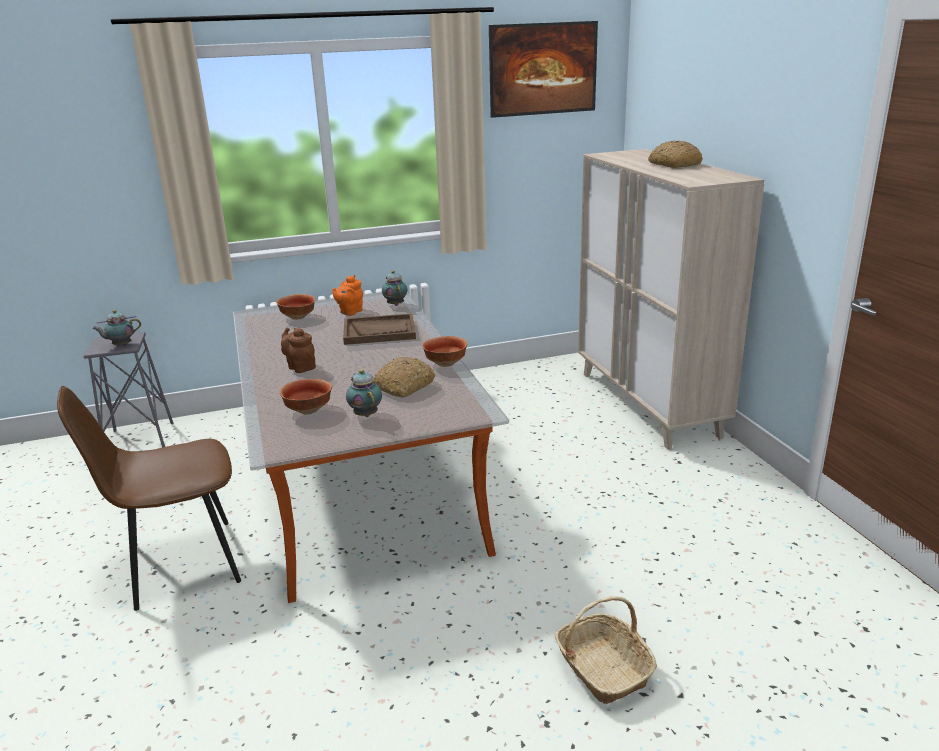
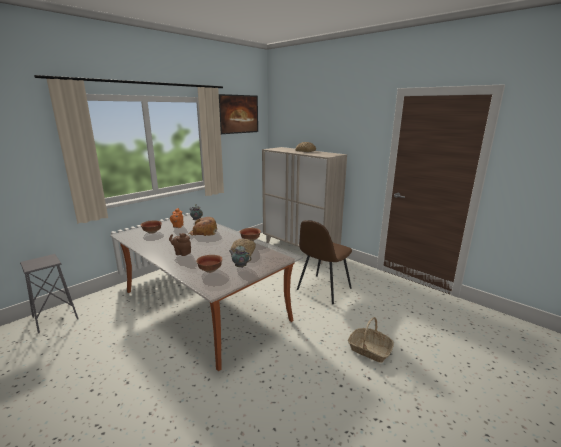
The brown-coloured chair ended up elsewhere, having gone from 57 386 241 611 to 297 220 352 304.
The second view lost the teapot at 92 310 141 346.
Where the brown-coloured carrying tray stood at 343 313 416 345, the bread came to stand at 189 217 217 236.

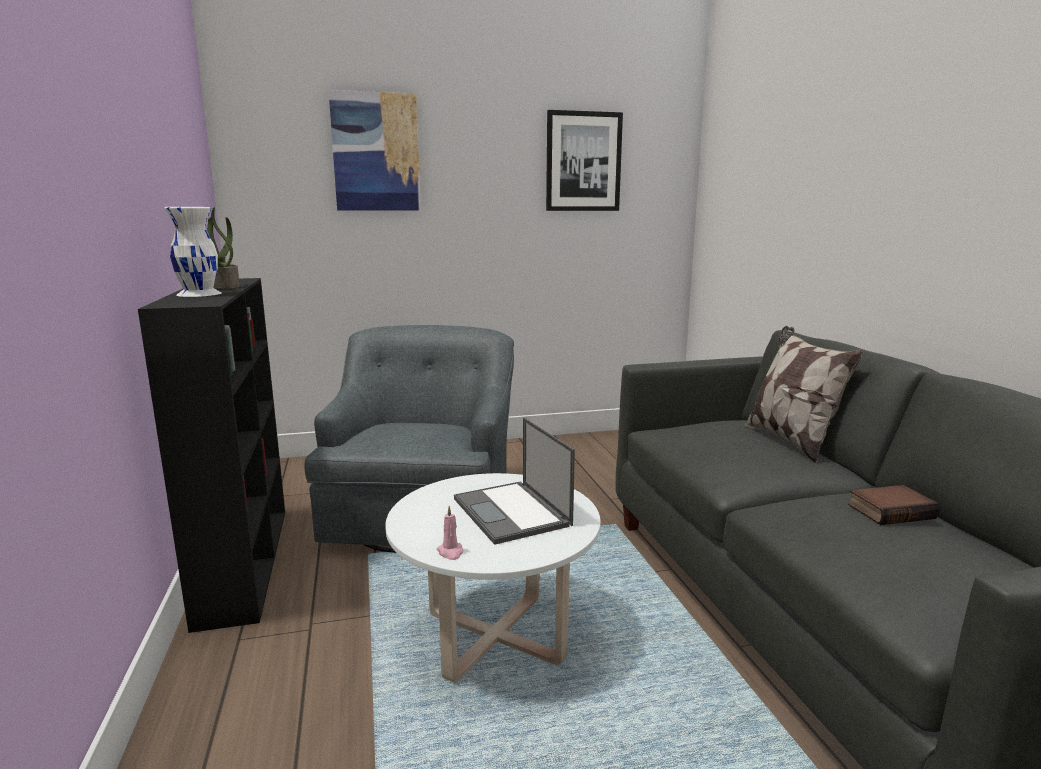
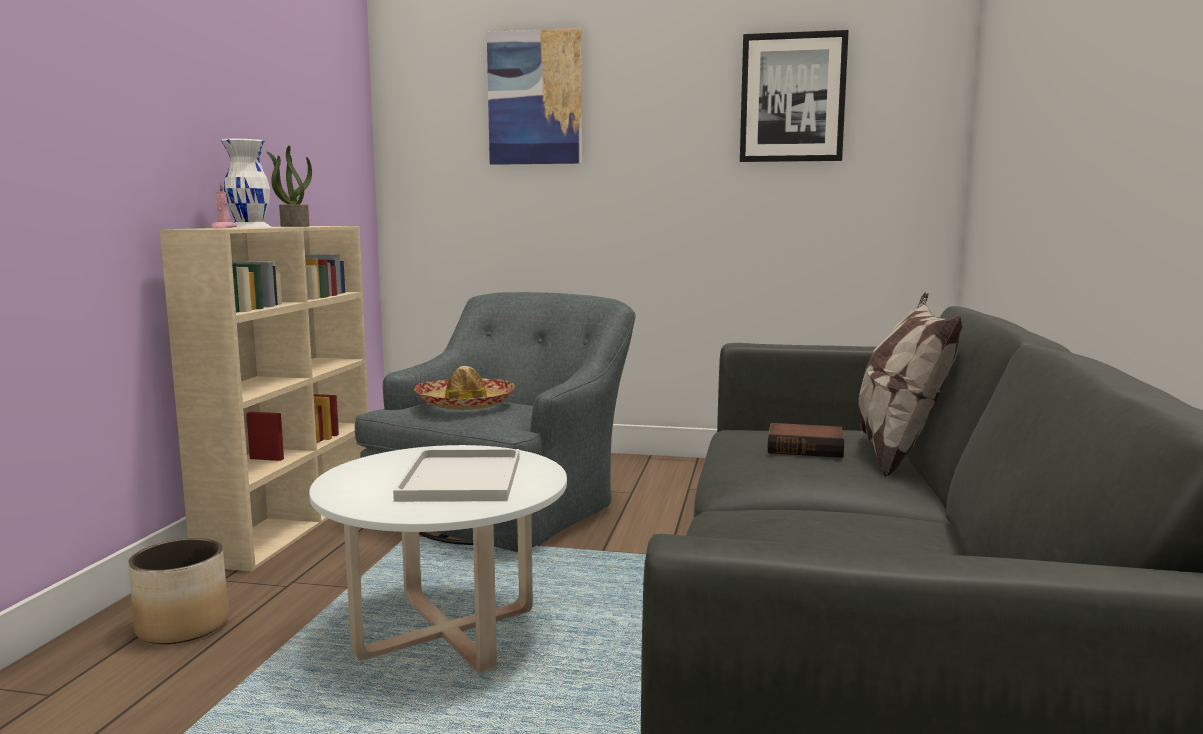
What was the blackish bookshelf at 138 278 285 633 turned into the sand-coloured bookshelf at 160 226 369 571.
The pink wax candle ended up elsewhere, having gone from 437 506 463 560 to 211 182 237 228.
Where the portable computer stood at 454 418 575 545, the white carrying tray came to stand at 393 449 519 502.
The bound book ended up elsewhere, having gone from 848 485 940 525 to 768 423 844 458.
The second view gained the planter at 128 538 229 644.
The second view gained the hat at 414 366 515 410.

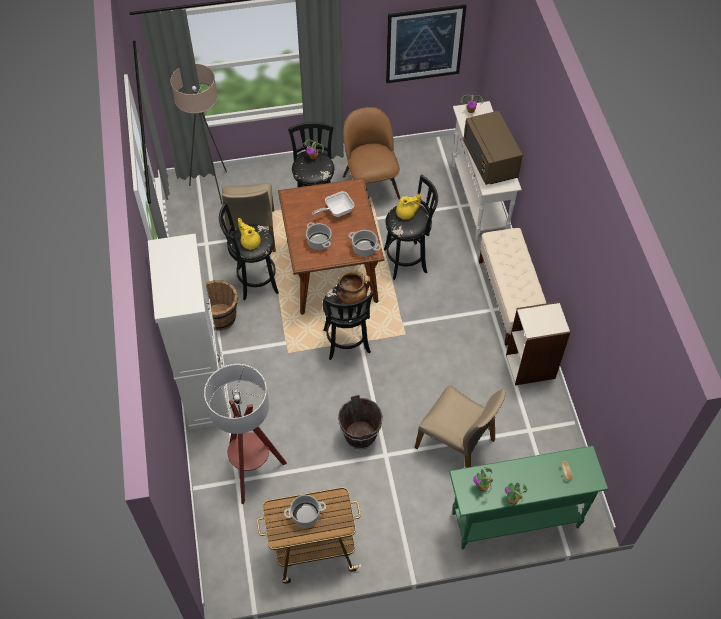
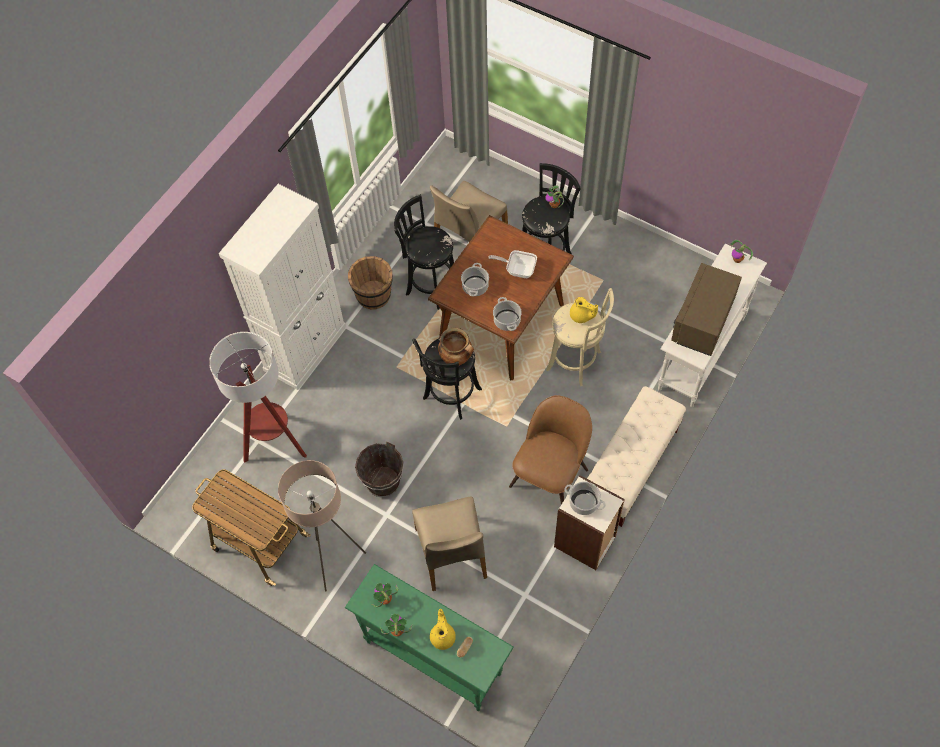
The sand-coloured floor lamp ended up elsewhere, having gone from 170 64 227 204 to 278 460 366 591.
The yellow teapot ended up elsewhere, having gone from 238 218 261 249 to 430 609 456 650.
The cooking pot ended up elsewhere, having gone from 284 495 326 527 to 564 482 606 515.
The brown-coloured chair ended up elsewhere, having gone from 343 107 400 199 to 509 395 592 505.
What was the blackish stool seat at 383 175 438 280 turned into the sand-coloured stool seat at 546 288 614 387.
The second view lost the picture at 386 4 467 83.

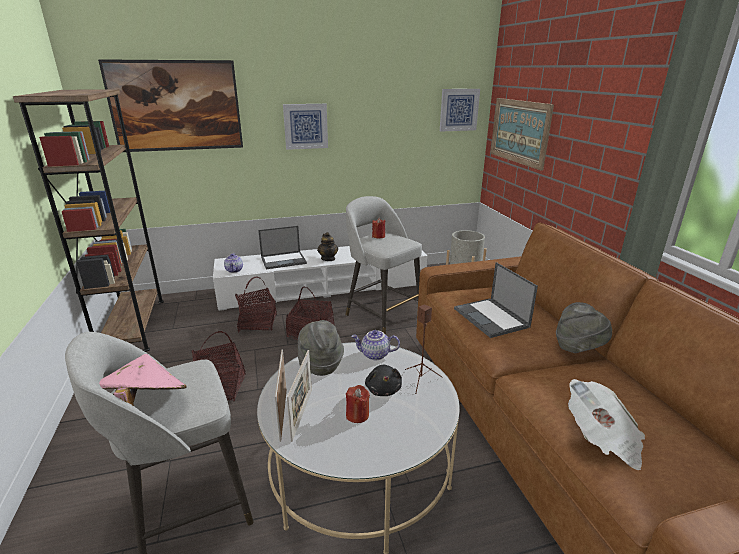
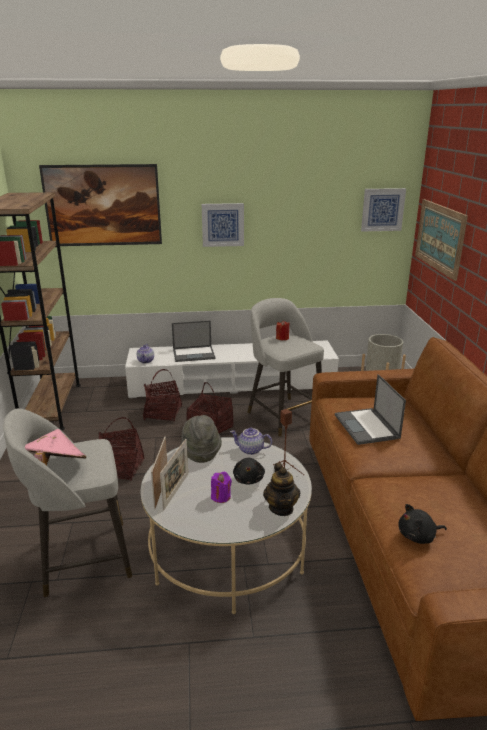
The teapot ended up elsewhere, having gone from 317 232 338 261 to 263 463 300 516.
What was the red-coloured wax candle at 346 385 370 423 turned into the purple-coloured wax candle at 211 472 232 503.
The second view lost the gray hat at 556 302 612 353.
Where the daily paper stood at 568 379 645 470, the blackish plush toy came to stand at 398 504 447 544.

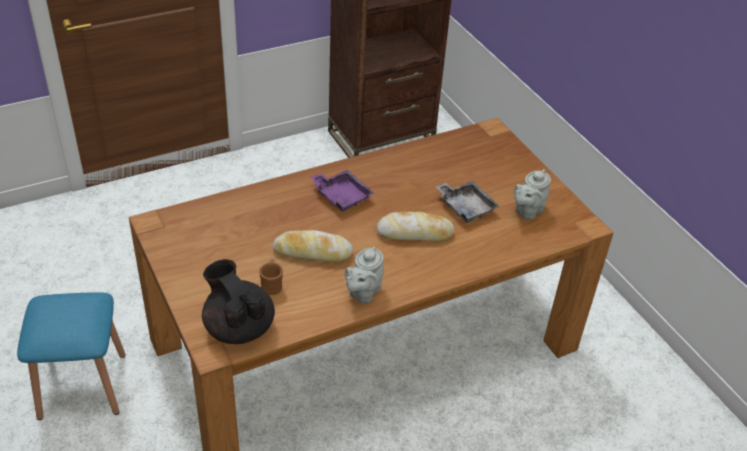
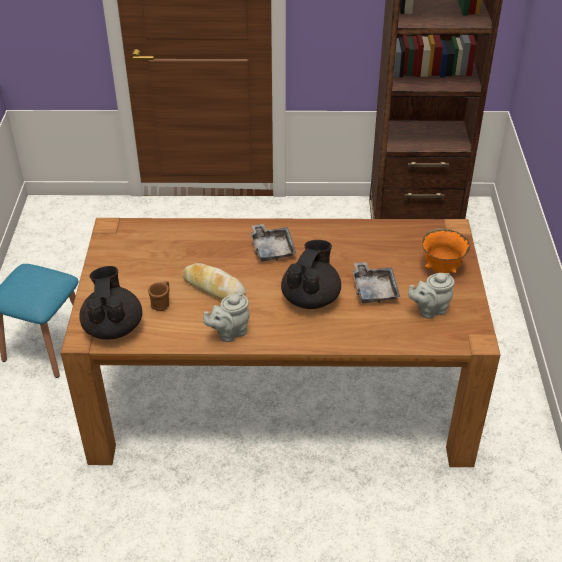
What was the purple-coloured carrying tray at 310 170 374 212 turned into the gray carrying tray at 250 224 296 262.
Where the bread stood at 377 212 454 241, the blackish teapot came to stand at 281 240 341 309.
The second view gained the orangey bowl at 422 228 470 273.

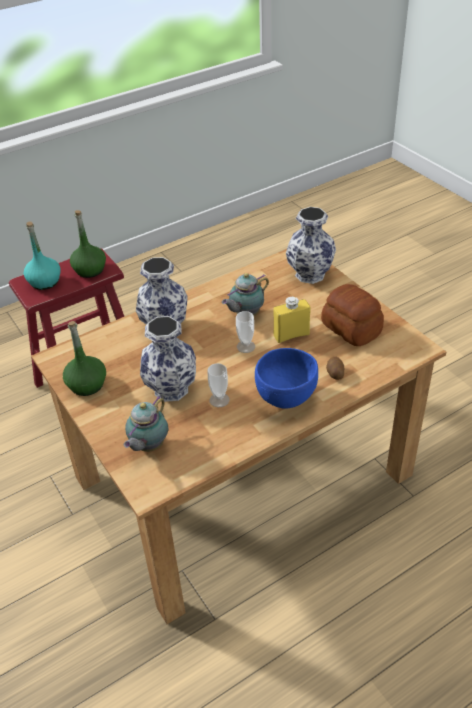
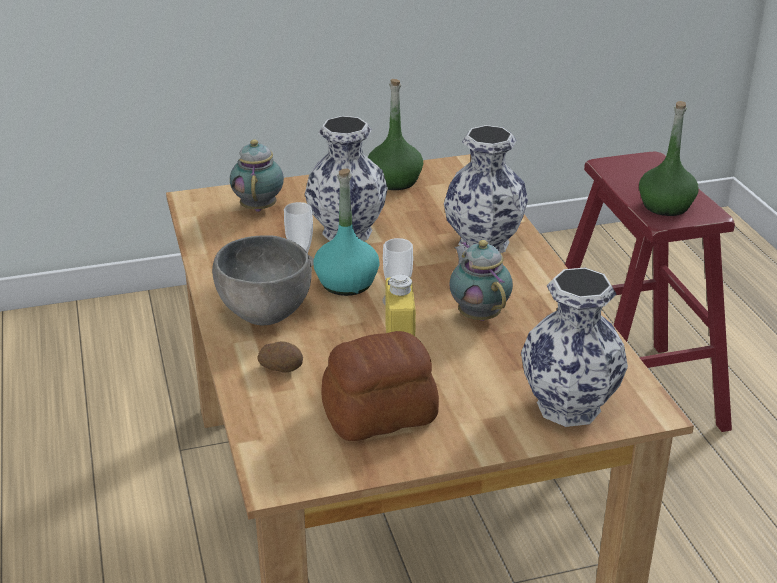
The turquoise-coloured drink bottle ended up elsewhere, having gone from 24 221 61 290 to 313 169 380 296.
The teapot at 124 396 168 452 ended up facing another way, 45 degrees clockwise from before.
What was the bluish bowl at 255 348 318 408 turned into the gray bowl at 212 235 312 325.

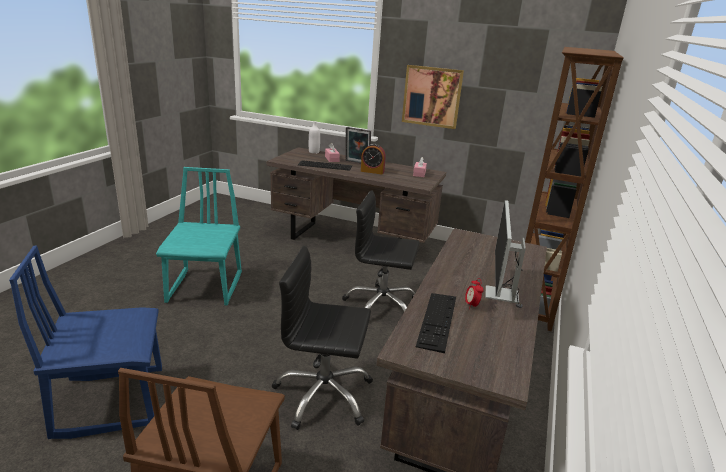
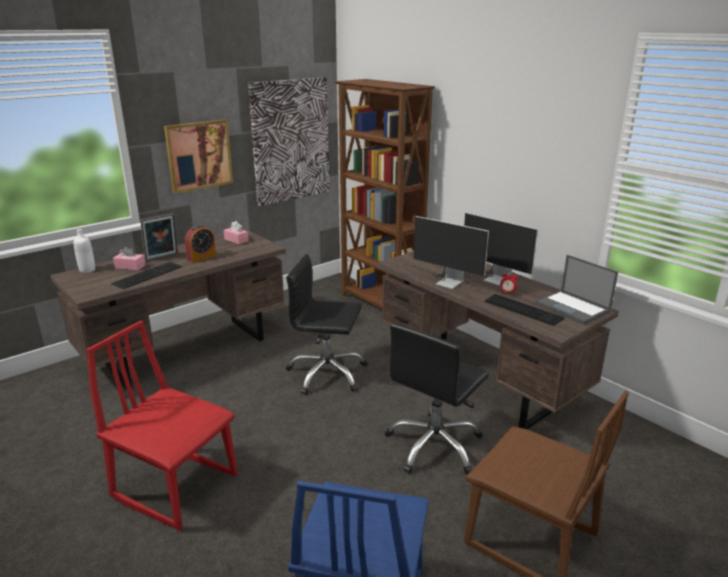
What was the turquoise-coloured chair at 156 167 242 306 turned into the red-coloured chair at 87 321 238 531.
The blackish office chair at 342 190 420 312 ended up facing another way, 60 degrees clockwise from before.
The second view gained the picture at 248 77 329 206.
The second view gained the computer display at 401 216 489 289.
The second view gained the portable computer at 535 255 618 324.

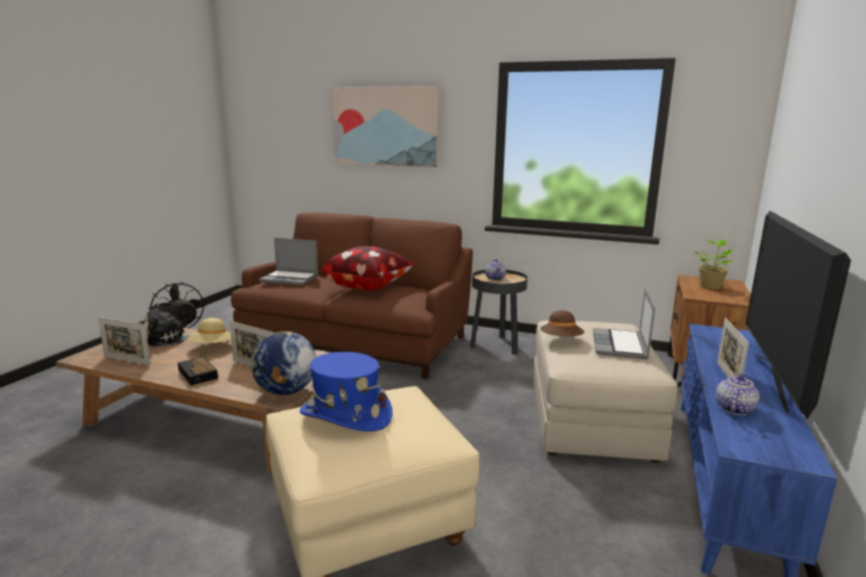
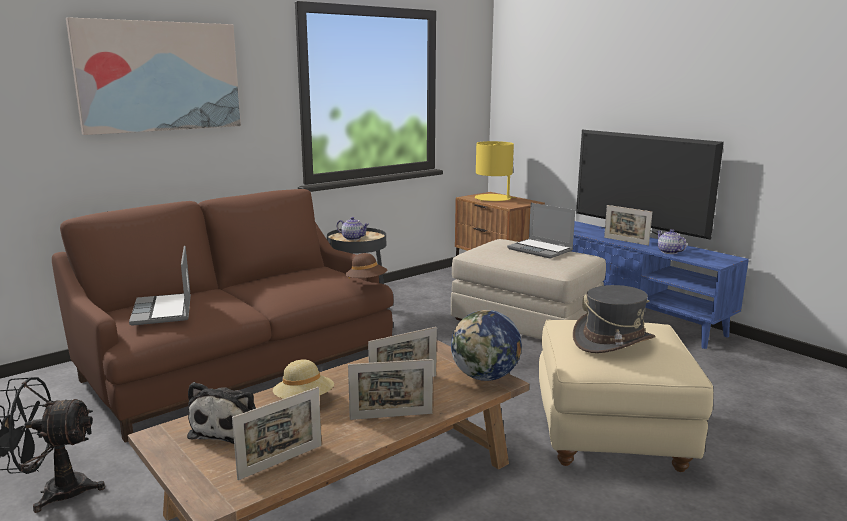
Where the bedside clock stood at 178 356 218 385, the picture frame came to stand at 348 359 433 420.
The portable computer at 259 238 318 285 ended up facing another way, 120 degrees clockwise from before.
What was the bluish hat at 300 352 393 431 turned into the gray hat at 573 285 655 353.
The second view lost the throw pillow at 322 246 414 291.
The brown-coloured hat ended up elsewhere, having gone from 540 310 584 336 to 345 253 388 279.
Where the houseplant stood at 693 239 733 289, the yellow lamp for a table came to stand at 475 141 516 201.

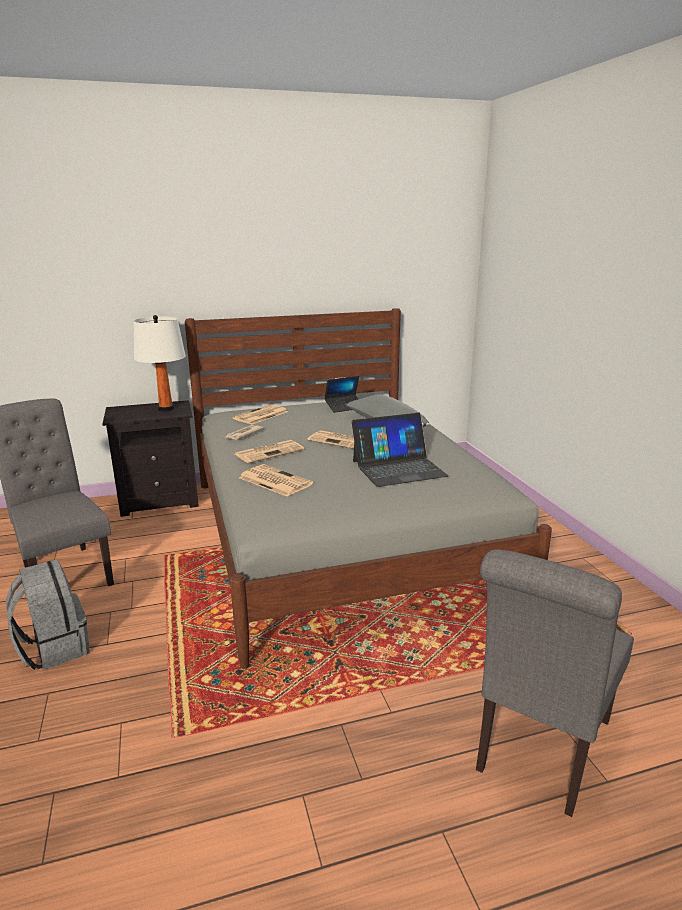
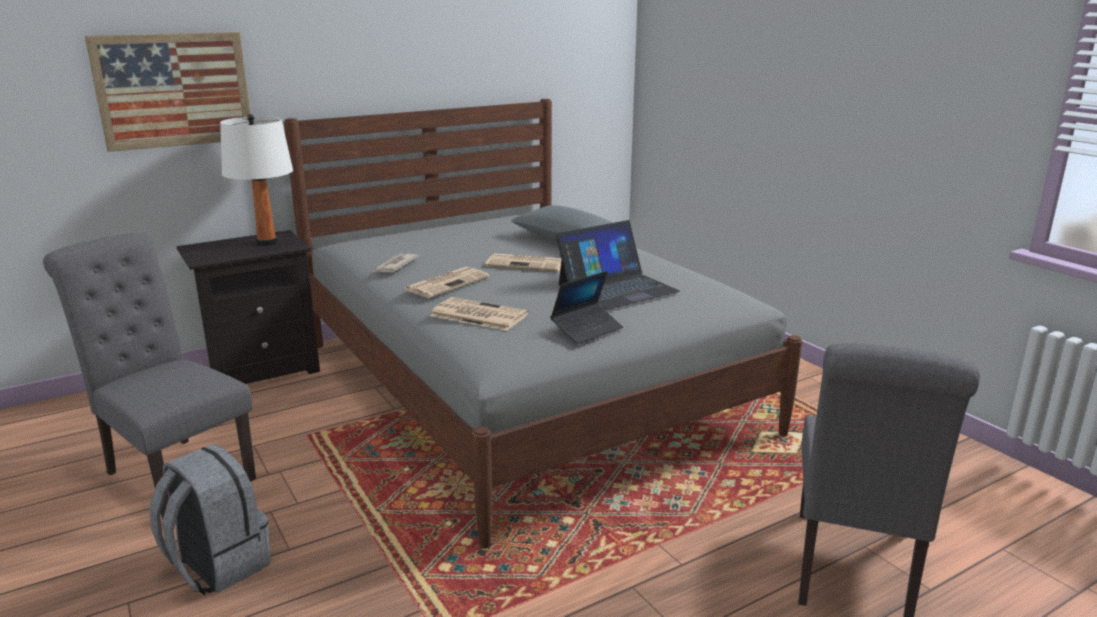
The second view lost the daily paper at 232 404 288 424.
The portable computer ended up elsewhere, having gone from 324 376 359 413 to 550 271 623 344.
The second view gained the picture at 85 32 250 152.

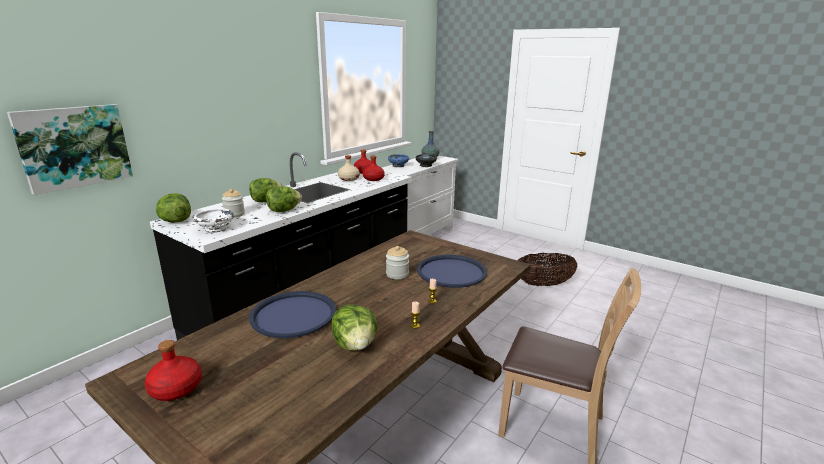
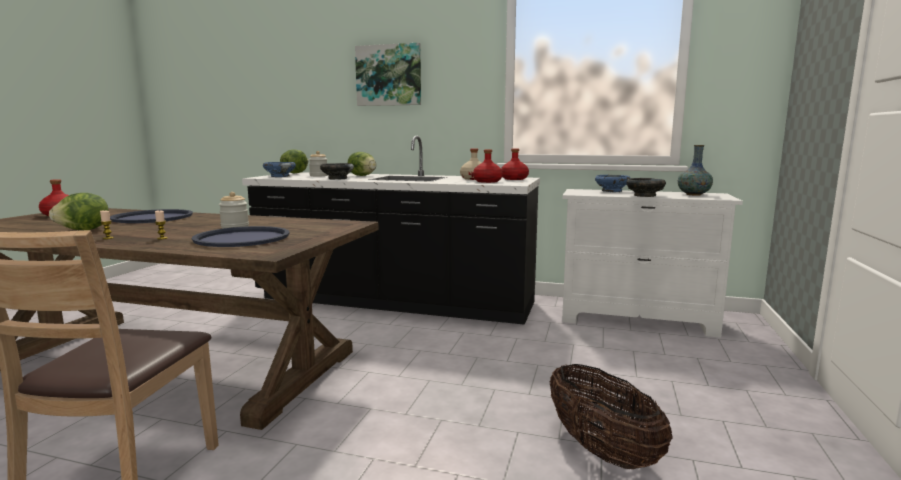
The picture ended up elsewhere, having gone from 7 104 133 195 to 355 43 421 106.
What was the white bowl at 194 208 234 233 turned into the bluish bowl at 263 162 296 177.
Where the lettuce head stood at 266 186 302 212, the blackish bowl came to stand at 320 163 354 180.

